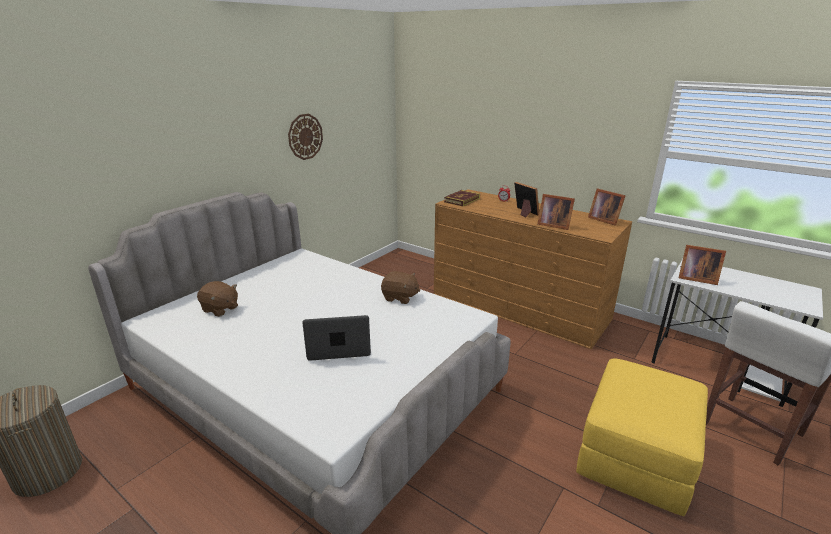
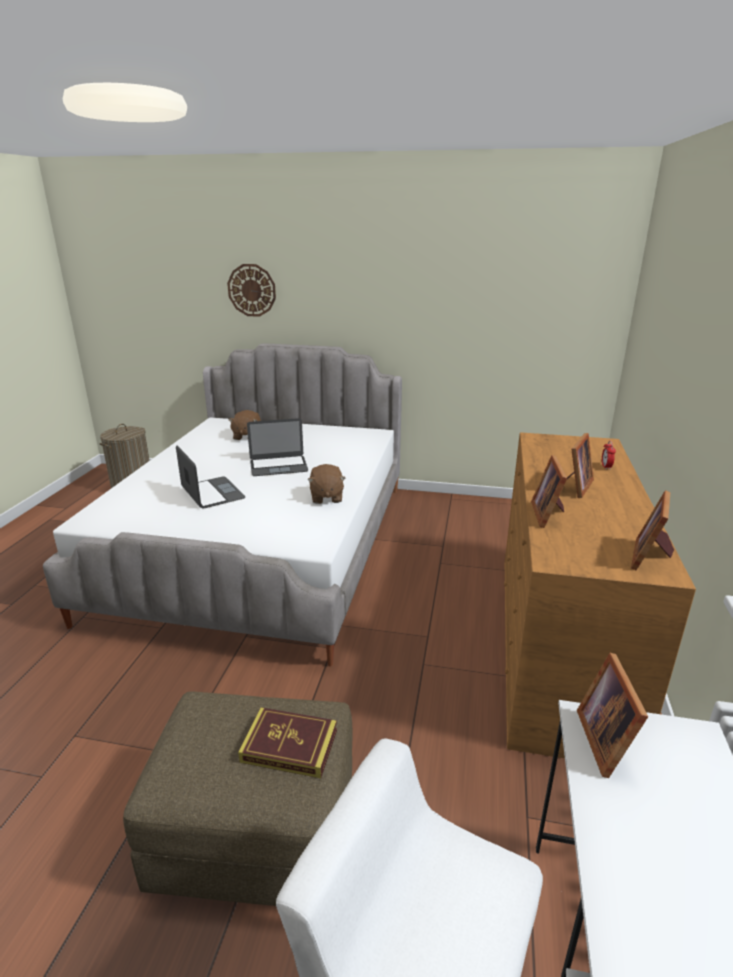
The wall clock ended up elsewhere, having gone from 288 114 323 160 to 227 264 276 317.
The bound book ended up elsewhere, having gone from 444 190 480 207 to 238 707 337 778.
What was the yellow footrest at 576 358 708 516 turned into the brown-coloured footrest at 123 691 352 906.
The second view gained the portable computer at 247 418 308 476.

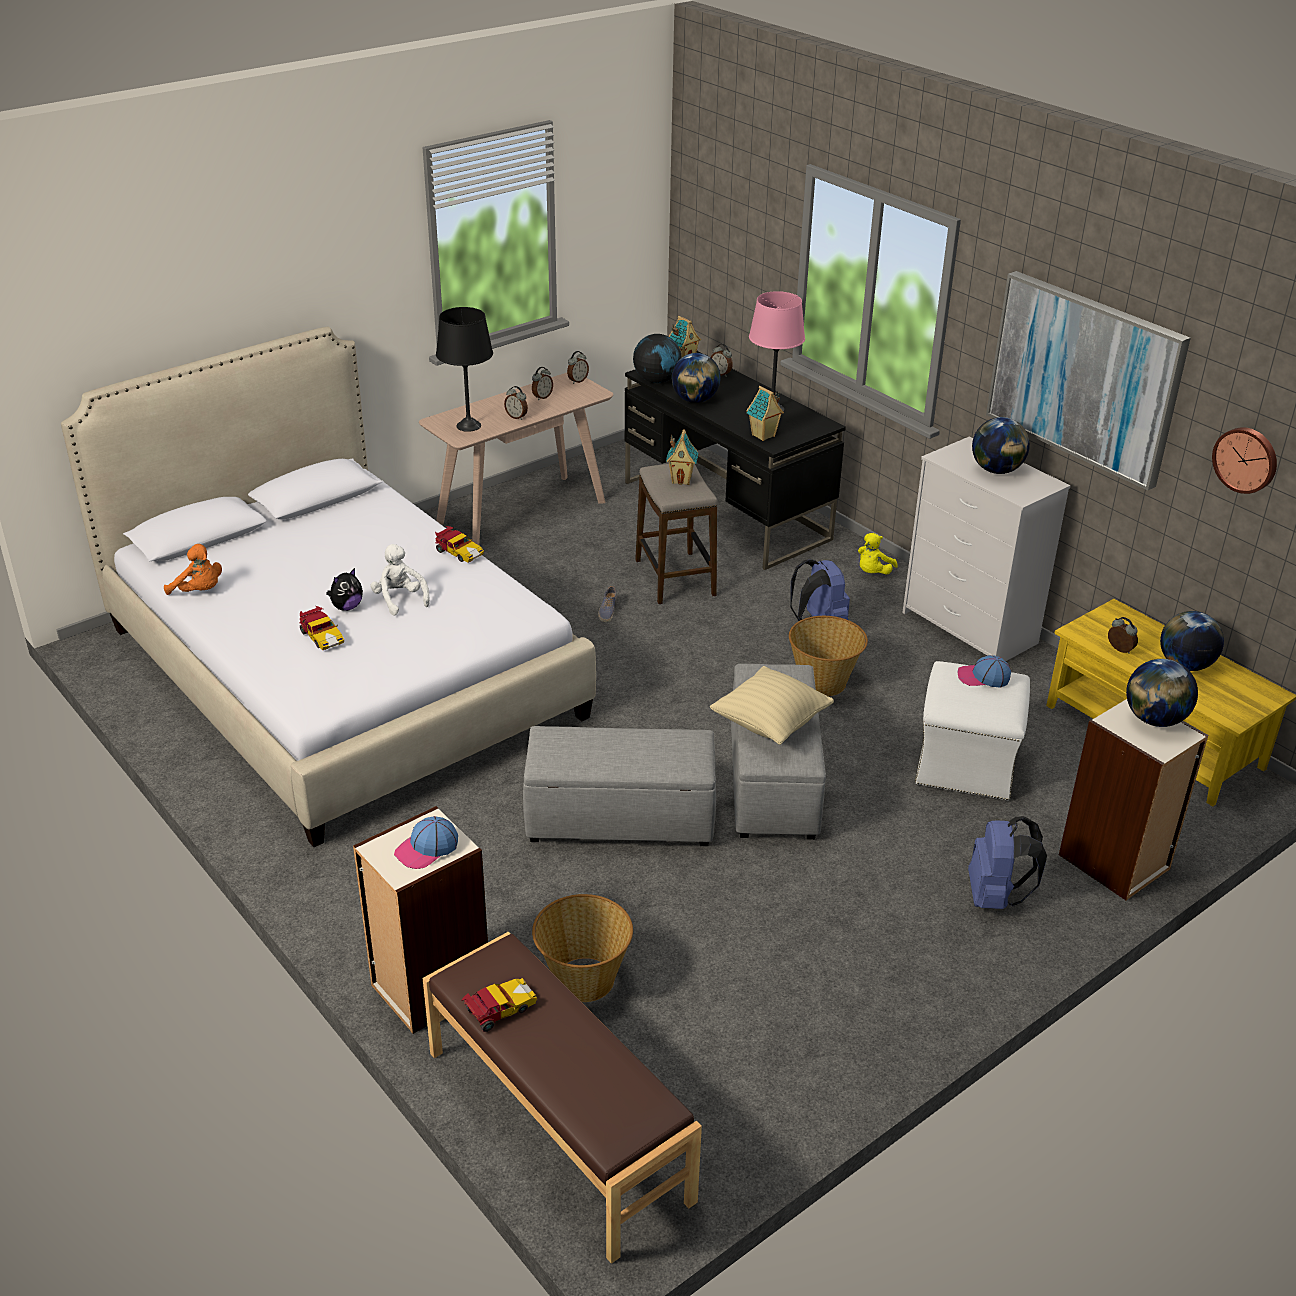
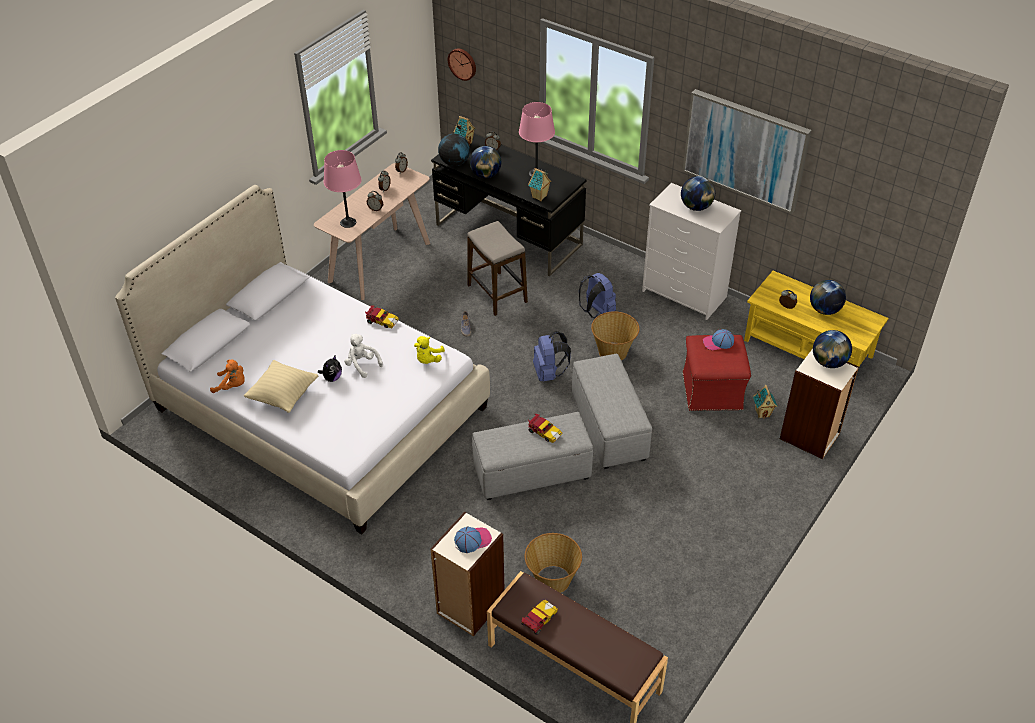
The miniature car ended up elsewhere, having gone from 299 606 344 650 to 528 414 562 443.
The cap at 394 816 458 869 ended up facing another way, 150 degrees counterclockwise from before.
What was the blackish lamp for a table at 436 307 493 432 turned into the pink lamp for a table at 324 150 362 228.
The toy house ended up elsewhere, having gone from 666 429 699 485 to 753 385 777 419.
The sand-coloured throw pillow ended up elsewhere, having gone from 710 666 834 745 to 244 360 318 413.
The yellow plush toy ended up elsewhere, having gone from 858 533 897 574 to 414 336 445 364.
What was the white footrest at 915 661 1030 801 turned into the red-coloured footrest at 682 335 751 411.
The bluish rucksack ended up elsewhere, having gone from 968 816 1047 909 to 533 331 571 382.
The wall clock ended up elsewhere, having gone from 1212 427 1277 494 to 448 48 476 81.

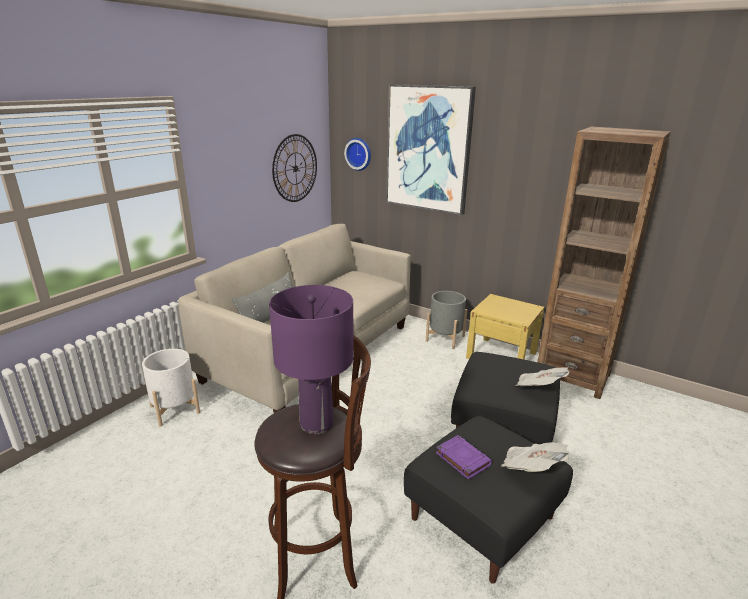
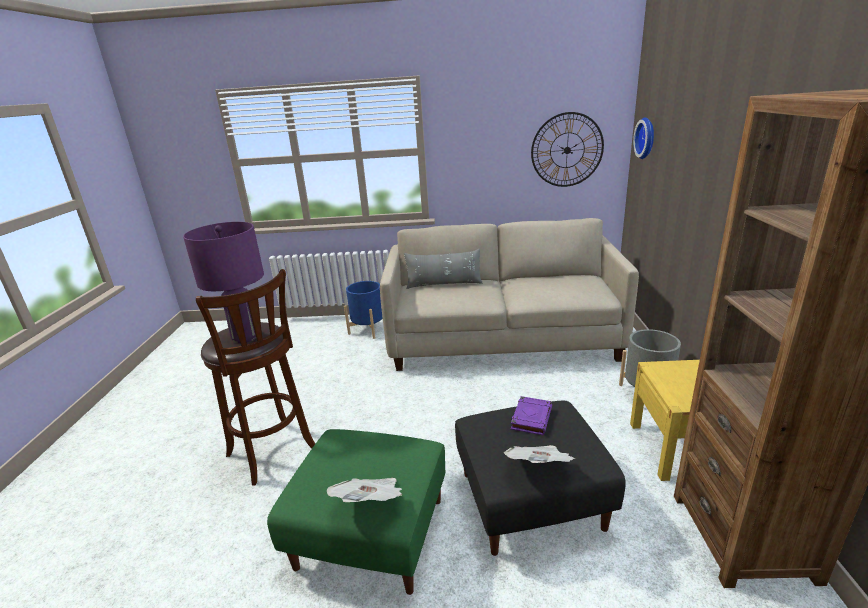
What was the white planter at 142 349 200 427 turned into the bluish planter at 344 281 383 339.
The second view lost the picture at 386 84 476 215.
What was the blackish footrest at 404 416 573 584 turned into the greenish footrest at 267 429 445 595.
The purple-coloured bound book ended up elsewhere, having gone from 436 435 492 480 to 511 396 552 435.

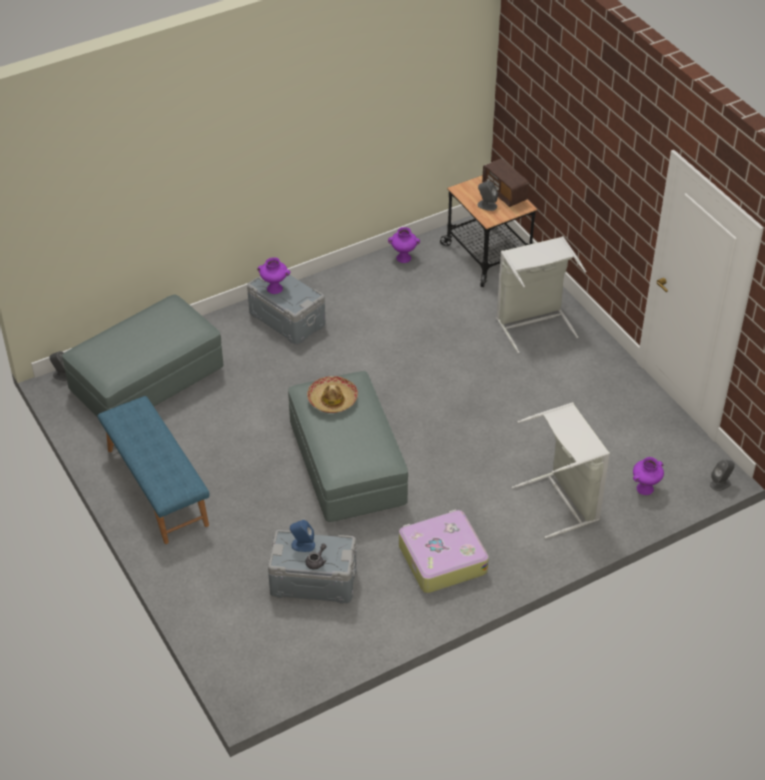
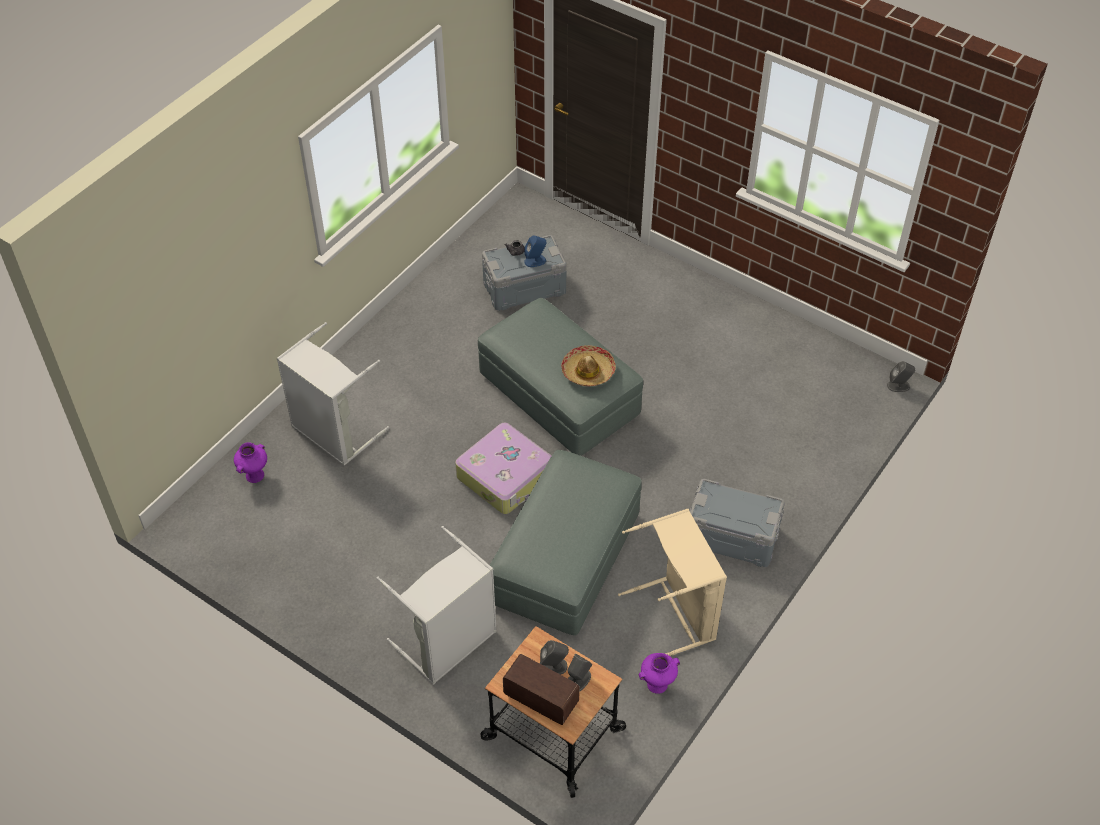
The gray footrest ended up elsewhere, having gone from 62 294 223 417 to 490 450 642 635.
The second view lost the bluish indoor bench at 98 396 210 544.
The second view lost the purple-coloured flower vase at 257 257 290 294.
The piece of luggage ended up elsewhere, having gone from 399 509 489 593 to 455 422 552 514.
The gray speaker ended up elsewhere, having gone from 710 460 735 491 to 567 654 593 691.
The second view gained the sand-coloured washing basket at 618 509 727 657.

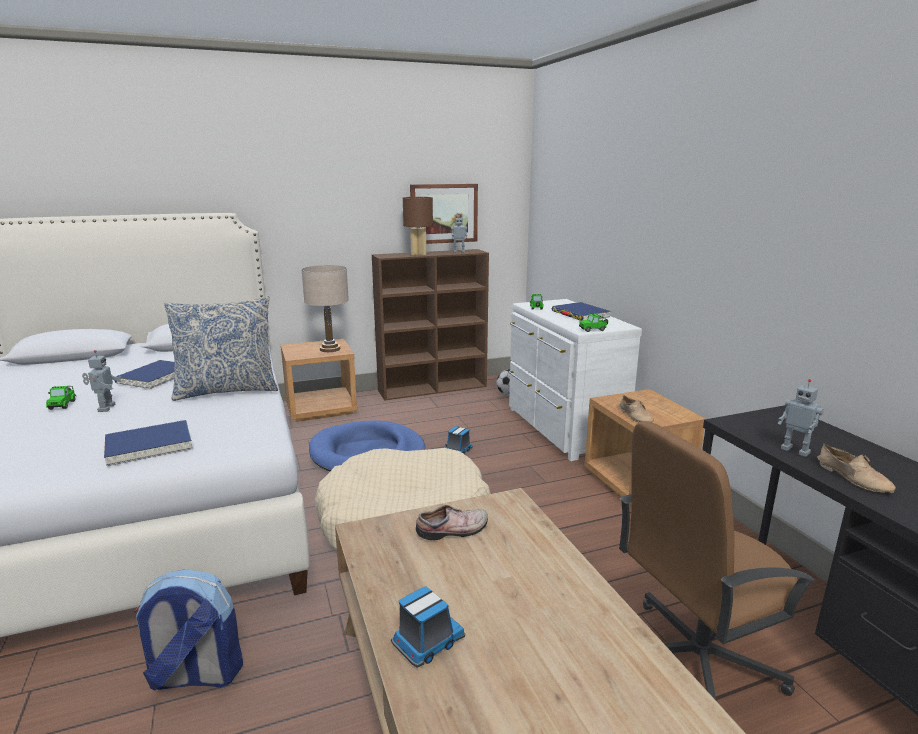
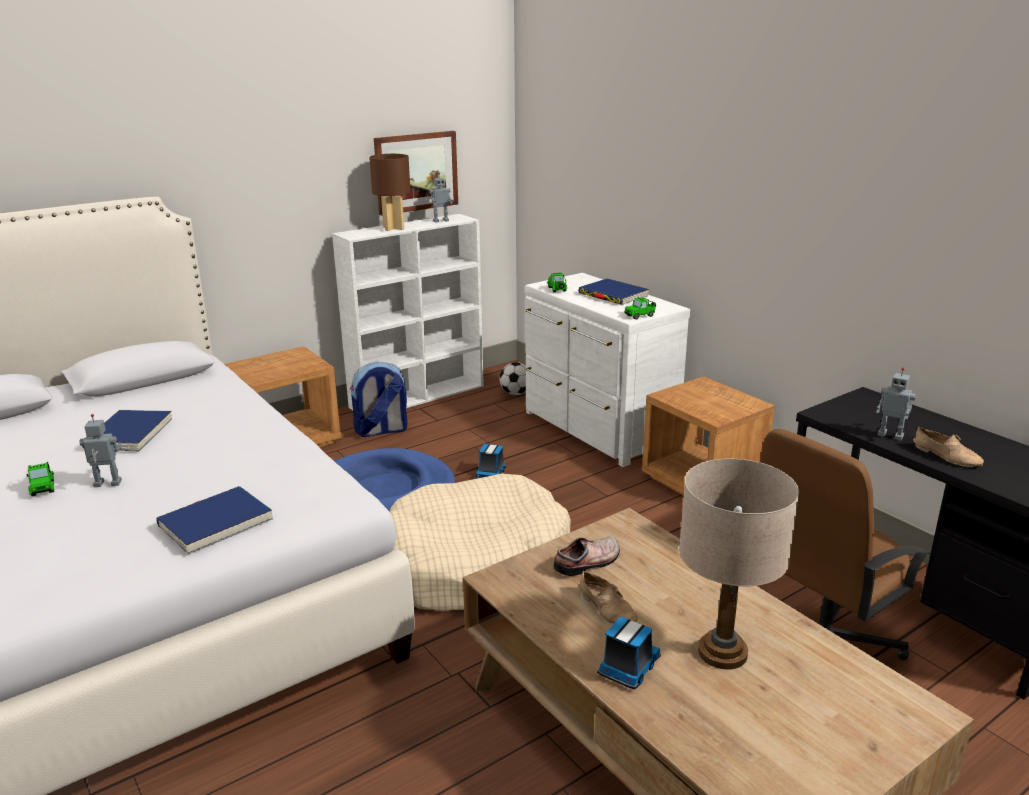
The toy robot at 82 350 122 412 ended up facing another way, 75 degrees counterclockwise from before.
The rucksack ended up elsewhere, having gone from 134 569 243 691 to 350 362 408 437.
The second view lost the throw pillow at 164 296 278 401.
The sand-coloured lamp for a table ended up elsewhere, having gone from 301 265 349 352 to 679 459 799 670.
What was the brown-coloured bookshelf at 372 249 489 401 turned into the white bookshelf at 332 214 484 410.
The sand-coloured shoe ended up elsewhere, having gone from 620 395 654 423 to 579 571 638 624.

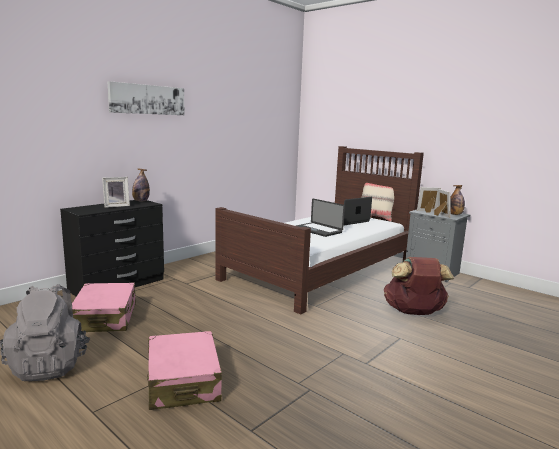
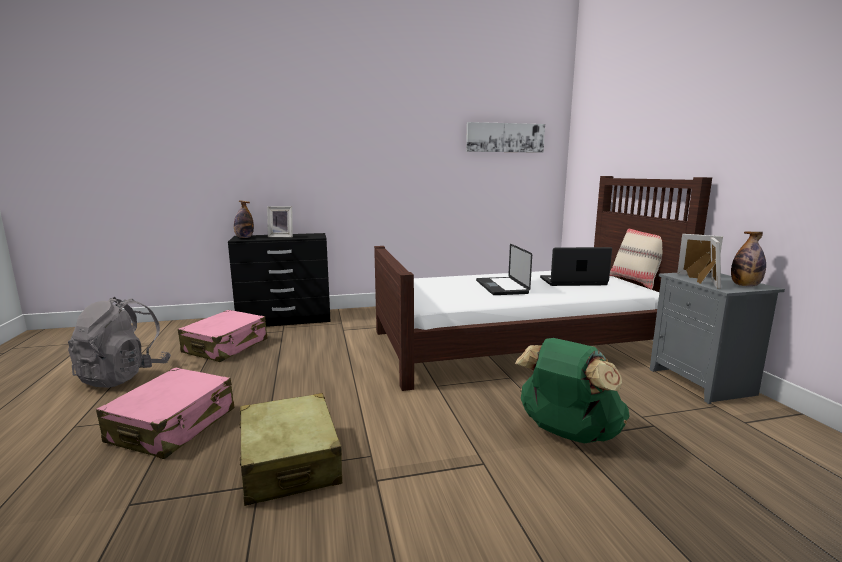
The picture ended up elsewhere, having gone from 107 81 184 115 to 466 122 545 153.
The drink bottle ended up elsewhere, having gone from 132 169 150 202 to 234 201 254 238.
What was the brown-coloured rucksack at 384 257 454 315 turned into the greenish rucksack at 515 338 629 444.
The second view gained the sand-coloured piece of luggage at 240 393 342 506.

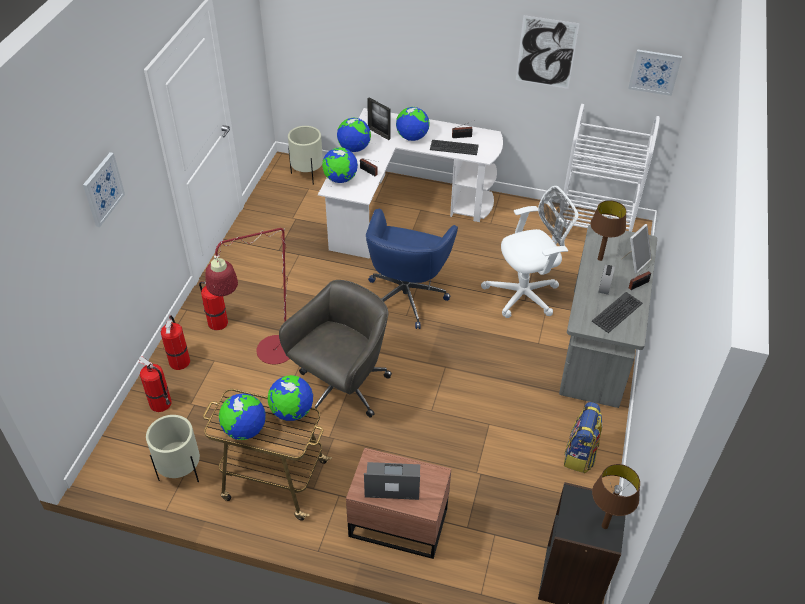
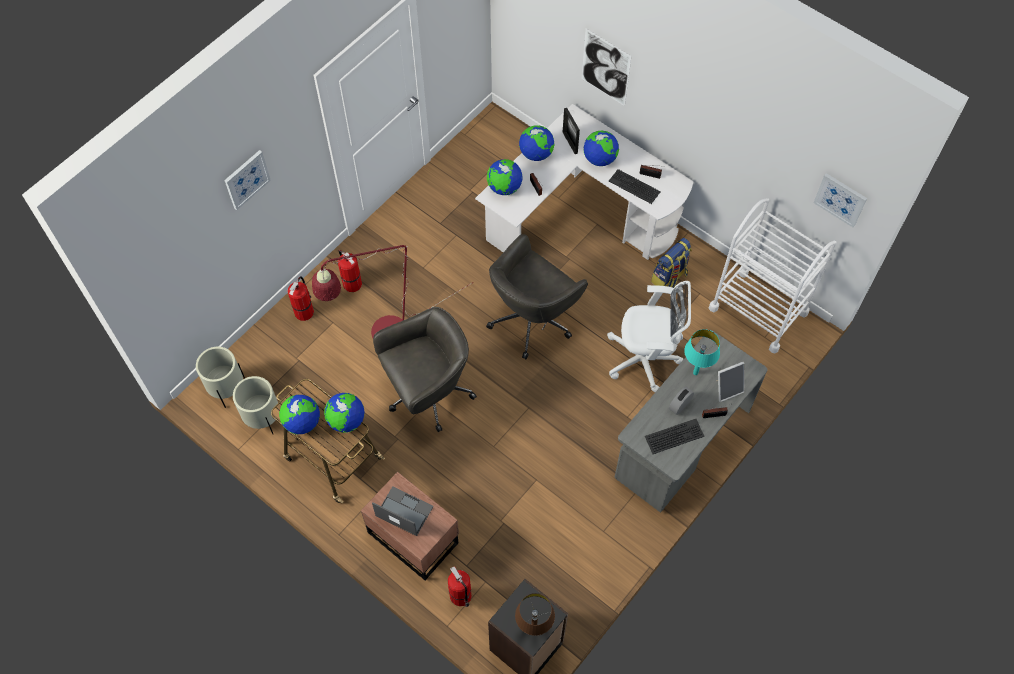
The fire-fighting cylinder ended up elsewhere, having gone from 138 356 172 412 to 448 566 472 607.
The sand-coloured planter ended up elsewhere, having gone from 288 126 323 185 to 196 347 245 408.
What was the bluish office chair at 366 209 458 329 turned into the gray office chair at 486 234 588 359.
The picture ended up elsewhere, having gone from 516 15 580 89 to 582 28 632 106.
The rucksack ended up elsewhere, having gone from 564 402 602 473 to 651 238 692 288.
What was the brown-coloured lamp for a table at 590 200 627 261 turned into the turquoise-coloured lamp for a table at 684 329 720 375.

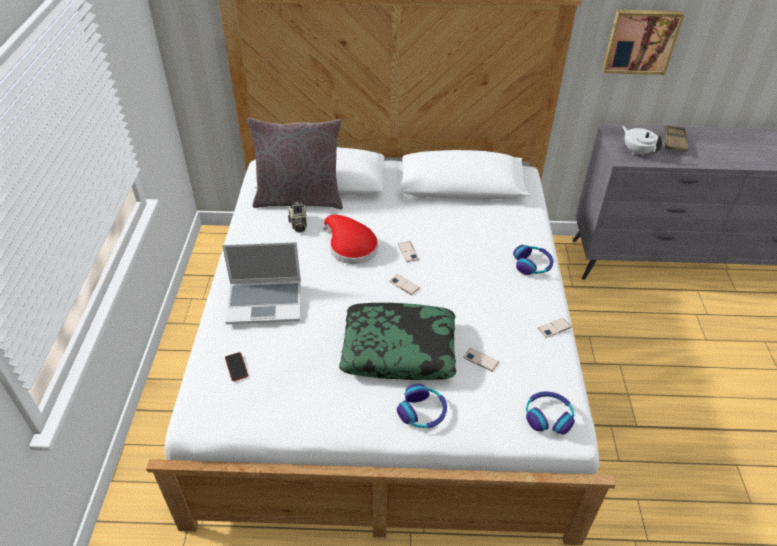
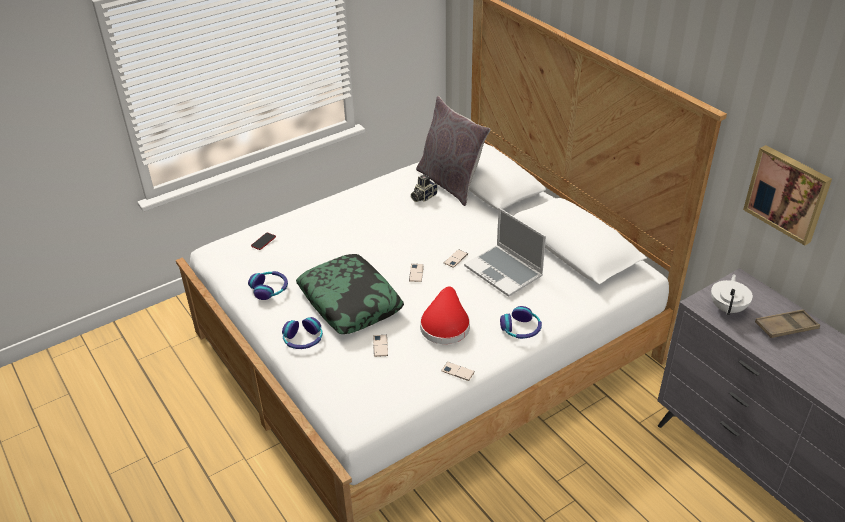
The portable computer ended up elsewhere, having gone from 222 242 301 324 to 464 208 546 297.
The red-coloured hat ended up elsewhere, having gone from 321 215 378 264 to 420 286 470 344.
The pair of headphones ended up elsewhere, having gone from 526 391 575 435 to 248 271 288 300.

